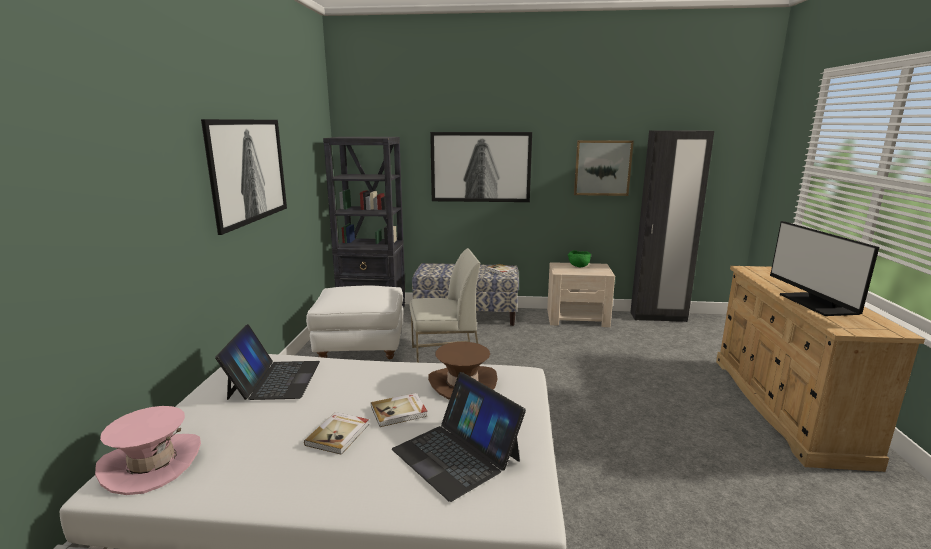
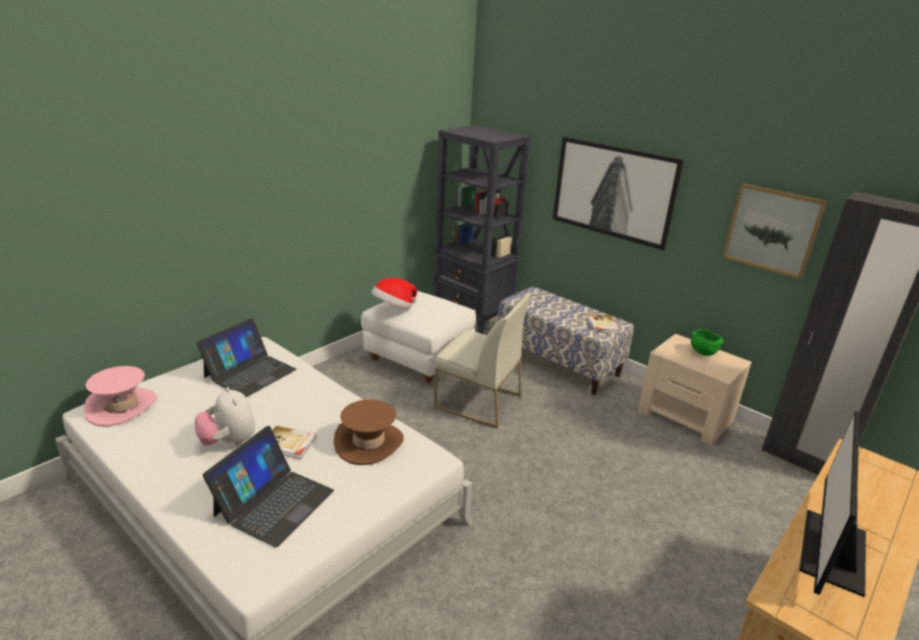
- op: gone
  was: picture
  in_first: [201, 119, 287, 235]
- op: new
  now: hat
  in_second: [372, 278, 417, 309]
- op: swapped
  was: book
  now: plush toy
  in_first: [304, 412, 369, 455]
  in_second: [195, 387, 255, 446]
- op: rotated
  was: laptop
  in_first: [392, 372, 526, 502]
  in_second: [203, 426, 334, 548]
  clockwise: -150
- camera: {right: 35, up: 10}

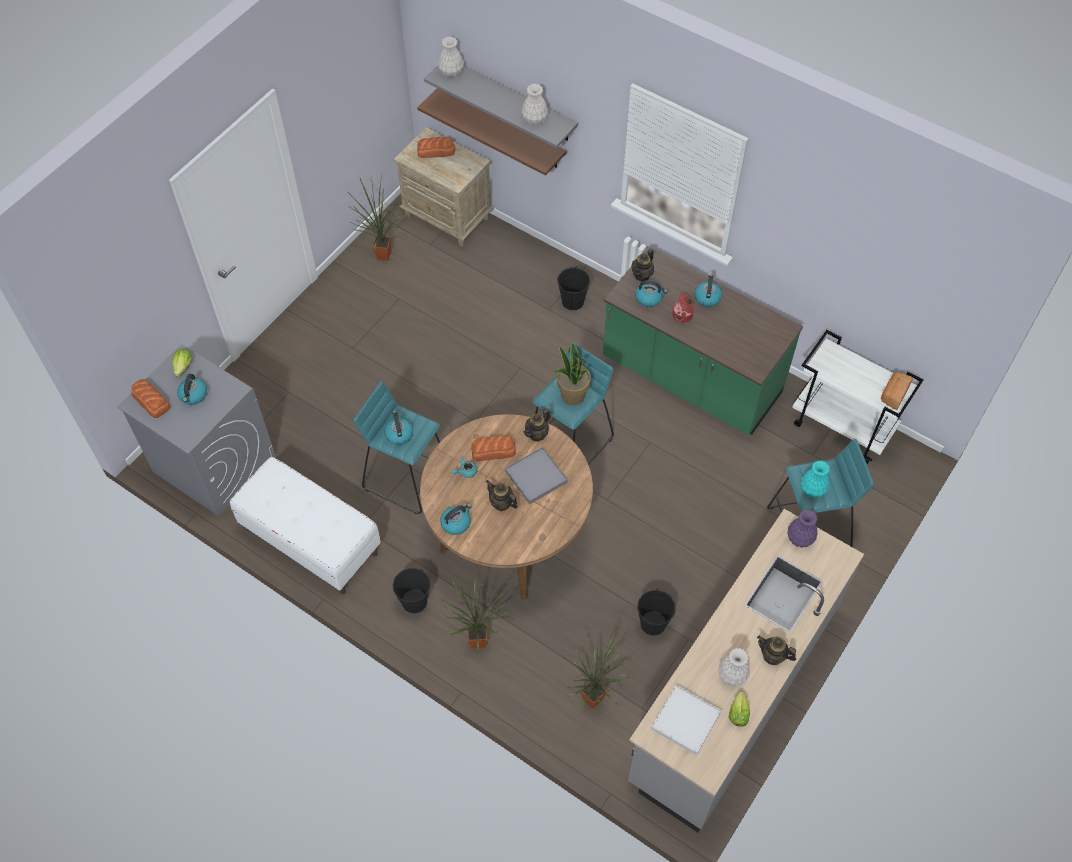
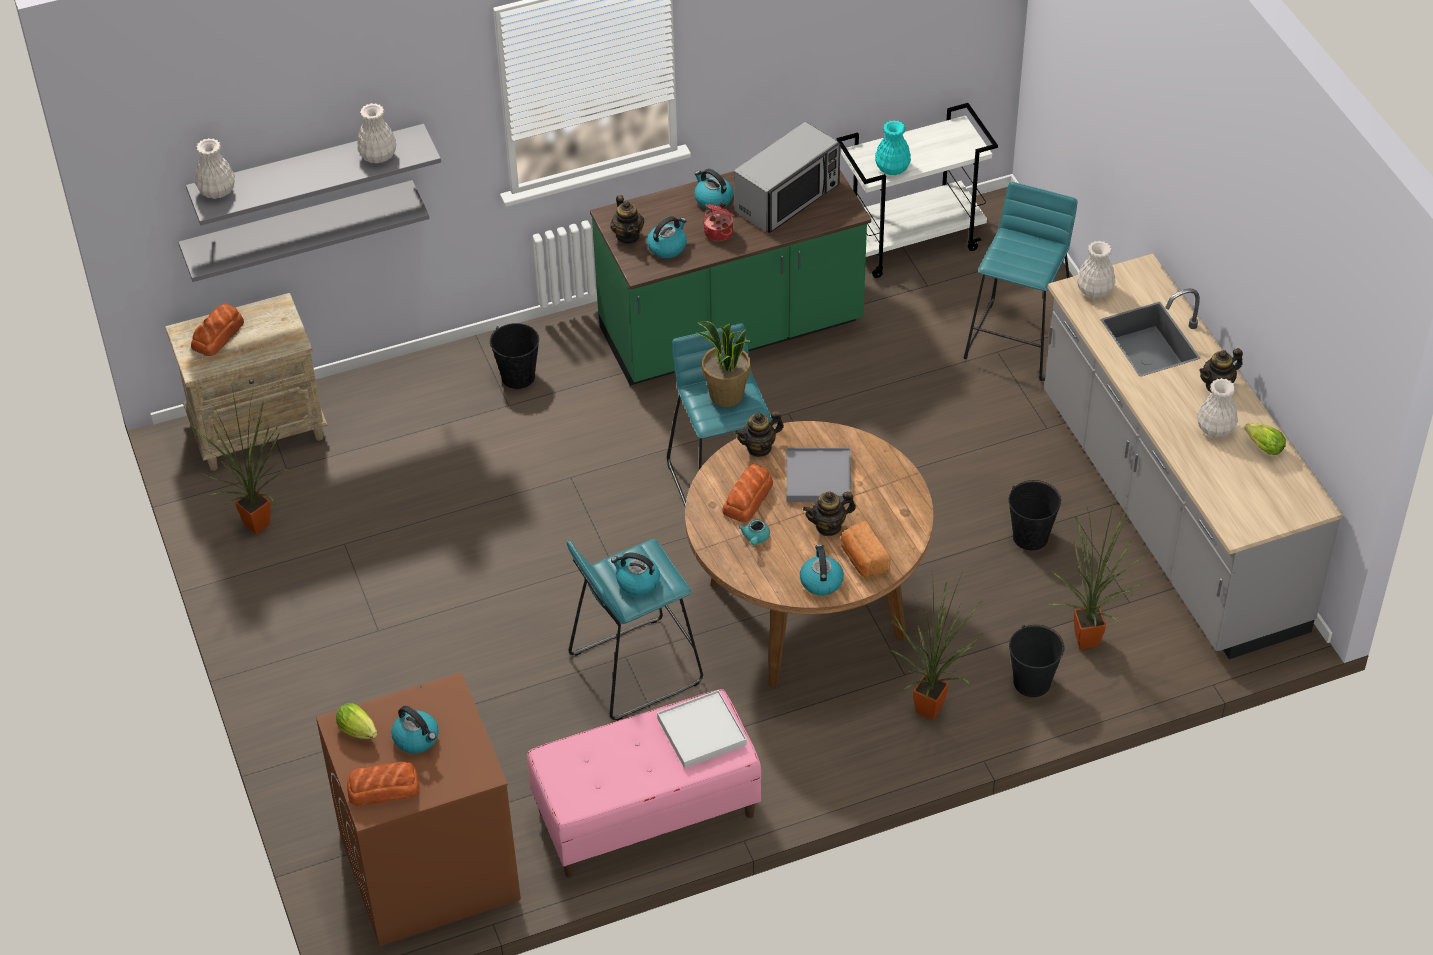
- op: new
  now: microwave
  in_second: [734, 122, 840, 233]
- op: shifted
  was: black bucket
  in_first: [393, 568, 431, 613]
  in_second: [1009, 625, 1065, 697]
- op: shifted
  was: white tray
  in_first: [651, 685, 721, 756]
  in_second: [657, 690, 747, 769]
- op: shifted
  was: turquoise vase
  in_first: [801, 460, 830, 498]
  in_second: [875, 120, 911, 175]
- op: shifted
  was: bread
  in_first: [881, 372, 913, 410]
  in_second: [841, 521, 890, 578]
- op: repainted
  was: grey washing machine
  now: brown washing machine
  in_first: [117, 344, 275, 516]
  in_second: [316, 672, 521, 947]
- op: repainted
  was: white bench
  now: pink bench
  in_first: [230, 457, 381, 594]
  in_second: [527, 689, 761, 878]
- op: repainted
  was: brown shelf
  now: grey shelf
  in_first: [417, 88, 567, 176]
  in_second: [178, 180, 429, 282]
- op: repainted
  was: purple vase
  now: white vase
  in_first: [787, 510, 818, 548]
  in_second: [1077, 241, 1116, 298]
- op: rotated
  was: teapot
  in_first: [524, 409, 551, 442]
  in_second: [735, 411, 784, 457]
  clockwise: 75
- camera: {right: -55, up: -10}

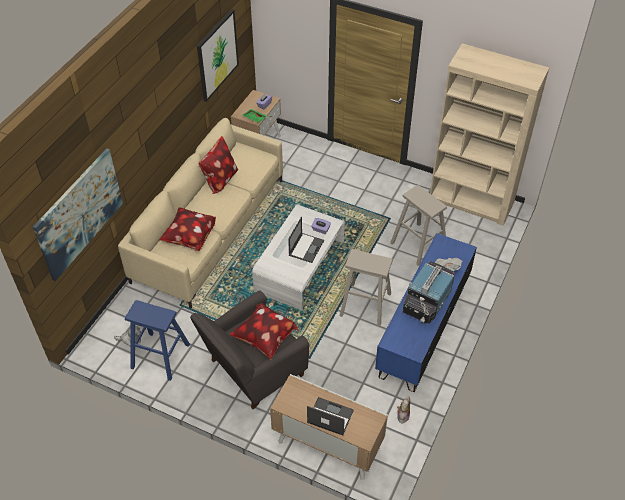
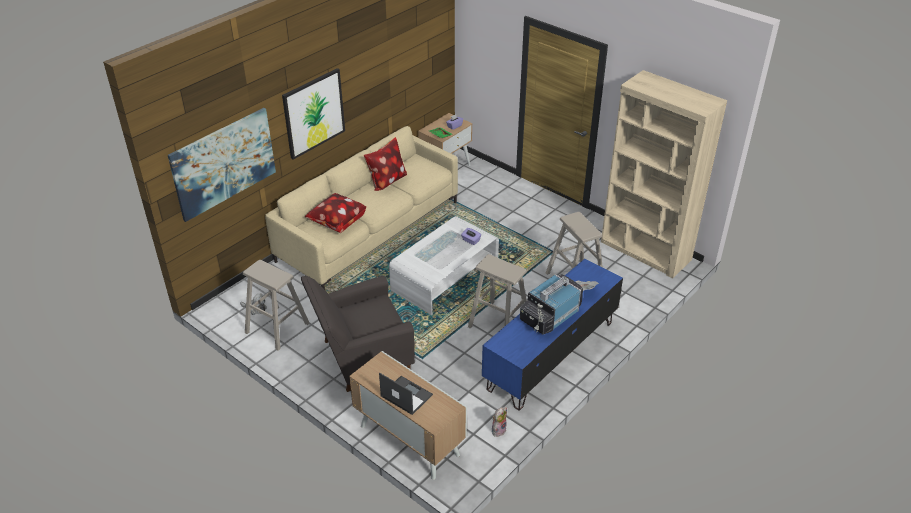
- op: gone
  was: pillow
  in_first: [230, 303, 298, 359]
- op: gone
  was: laptop
  in_first: [288, 217, 324, 263]
- op: shifted
  was: picture
  in_first: [197, 9, 239, 102]
  in_second: [282, 68, 345, 160]
- op: repainted
  was: blue stool
  now: beige stool
  in_first: [125, 300, 190, 381]
  in_second: [243, 260, 310, 351]
- camera: {right: 15, up: -10}

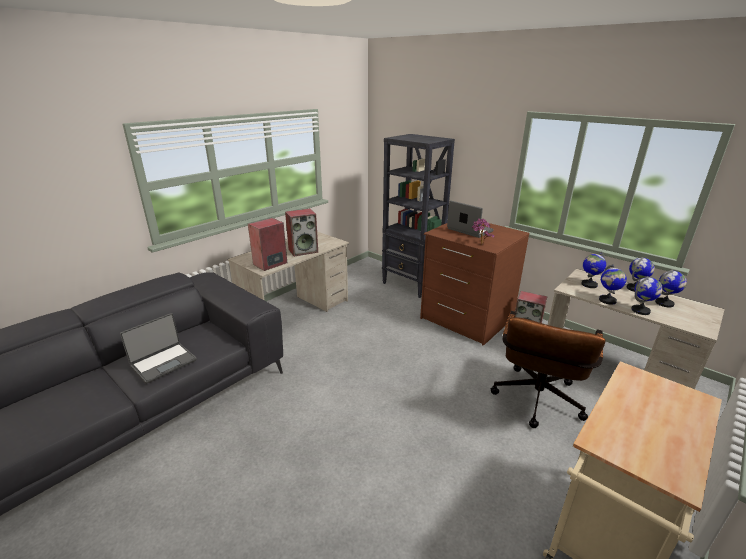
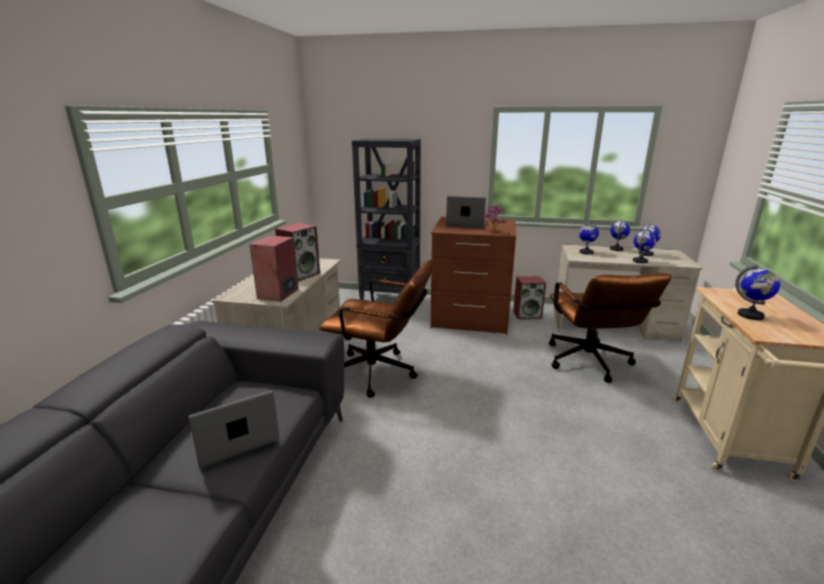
- op: new
  now: brown office chair
  in_second: [319, 260, 433, 398]
- op: shifted
  was: globe
  in_first: [599, 264, 627, 305]
  in_second: [735, 264, 780, 320]
- op: rotated
  was: laptop
  in_first: [120, 313, 197, 384]
  in_second: [188, 390, 279, 468]
  clockwise: -135
- camera: {right: -30, up: -5}

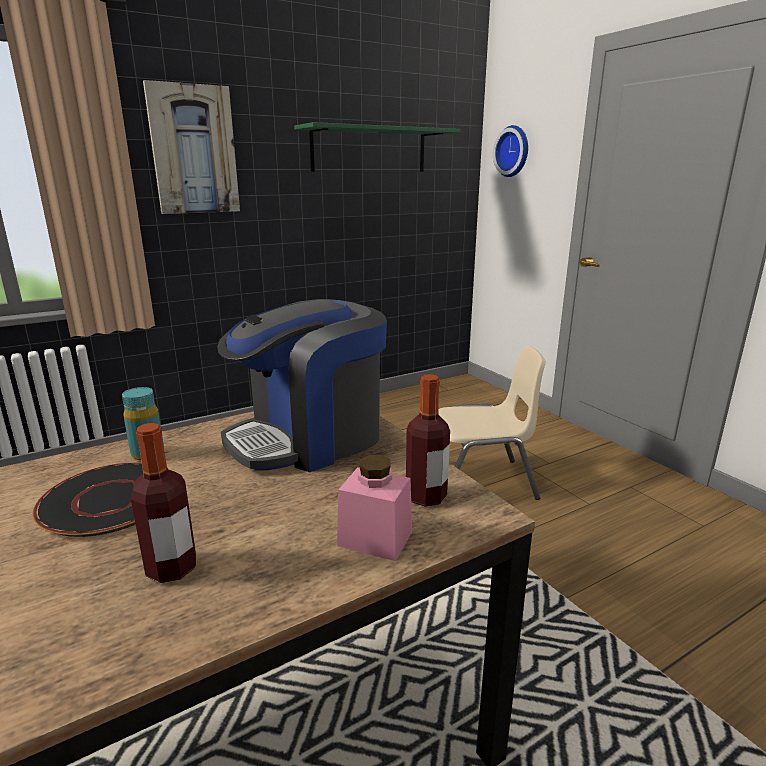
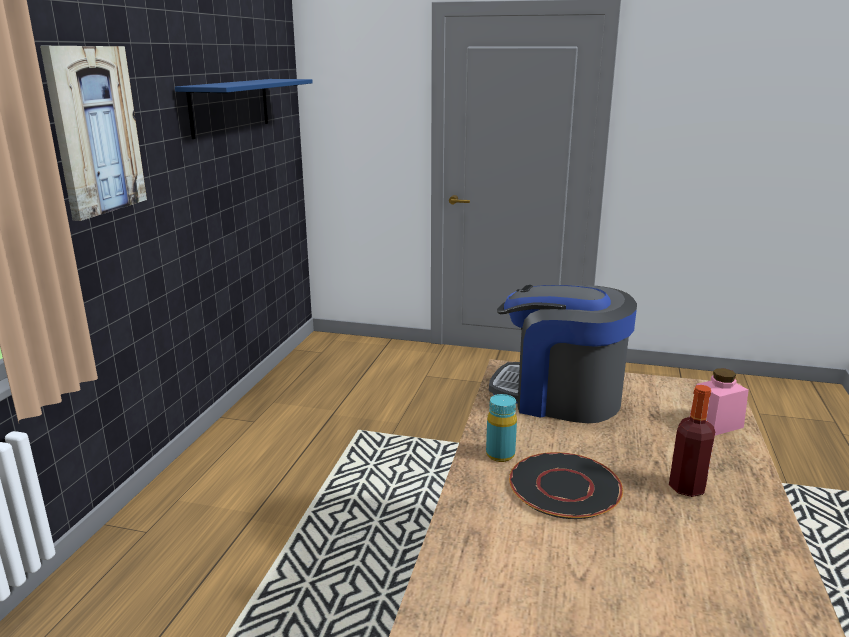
- op: gone
  was: bottle
  in_first: [406, 374, 450, 507]
- op: gone
  was: beige chair
  in_first: [438, 346, 546, 500]
- op: gone
  was: wall clock
  in_first: [493, 125, 528, 177]
- op: repainted
  was: green shelf
  now: blue shelf
  in_first: [294, 122, 461, 172]
  in_second: [175, 79, 313, 139]
- op: rotated
  was: coffee machine
  in_first: [217, 299, 387, 472]
  in_second: [489, 285, 637, 423]
  clockwise: 105
- camera: {right: -45, up: 0}

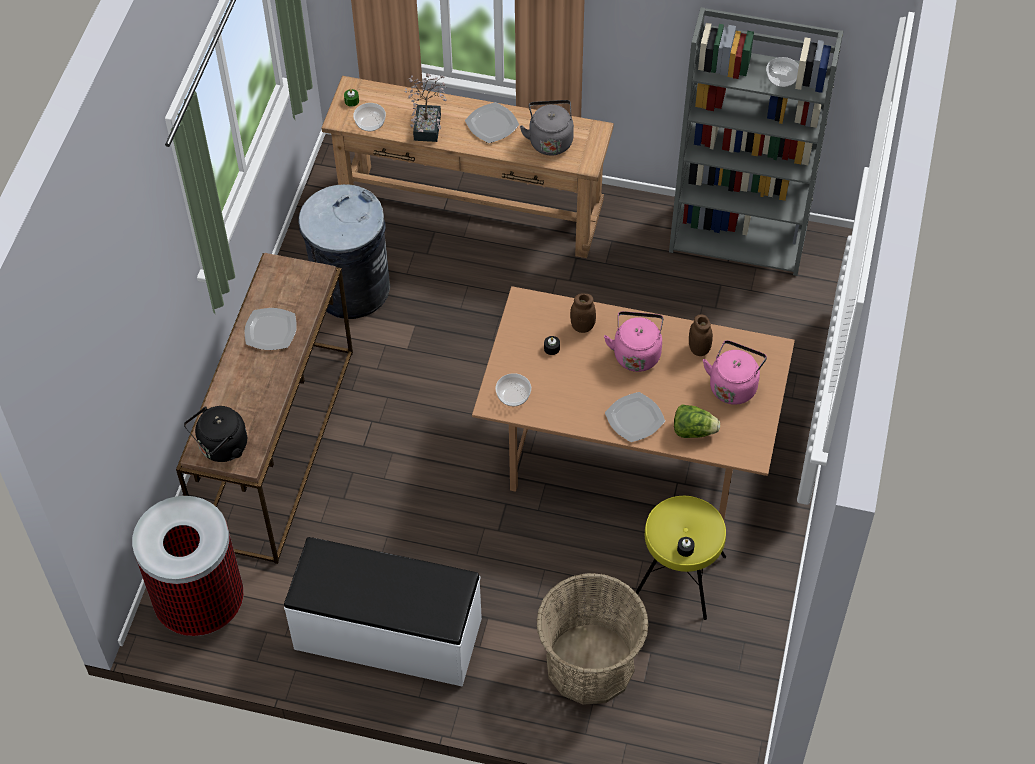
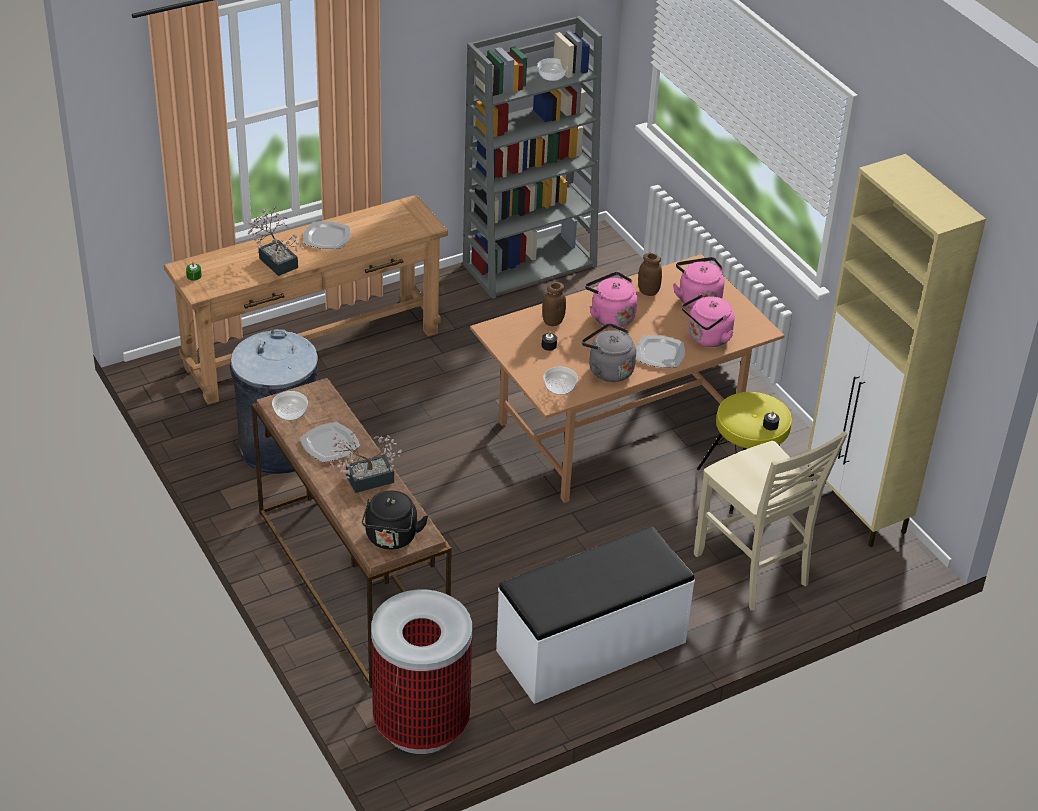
- op: new
  now: potted plant
  in_second: [330, 432, 402, 493]
- op: new
  now: beige cabinet
  in_second: [808, 154, 986, 547]
- op: shifted
  was: bowl
  in_first: [353, 103, 386, 131]
  in_second: [272, 391, 308, 421]
- op: shifted
  was: grey kettle
  in_first: [520, 100, 574, 155]
  in_second: [582, 323, 636, 382]
- op: swapped
  was: basket
  now: beige chair
  in_first: [536, 573, 649, 705]
  in_second: [694, 431, 848, 611]
- op: swapped
  was: lettuce
  now: pink kettle
  in_first: [674, 404, 720, 438]
  in_second: [682, 294, 735, 347]
- camera: {right: -45, up: -15}

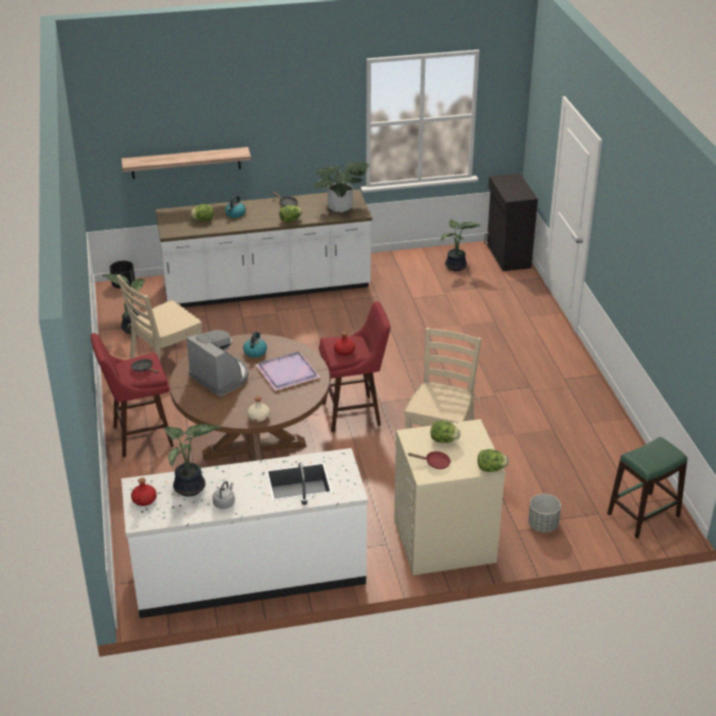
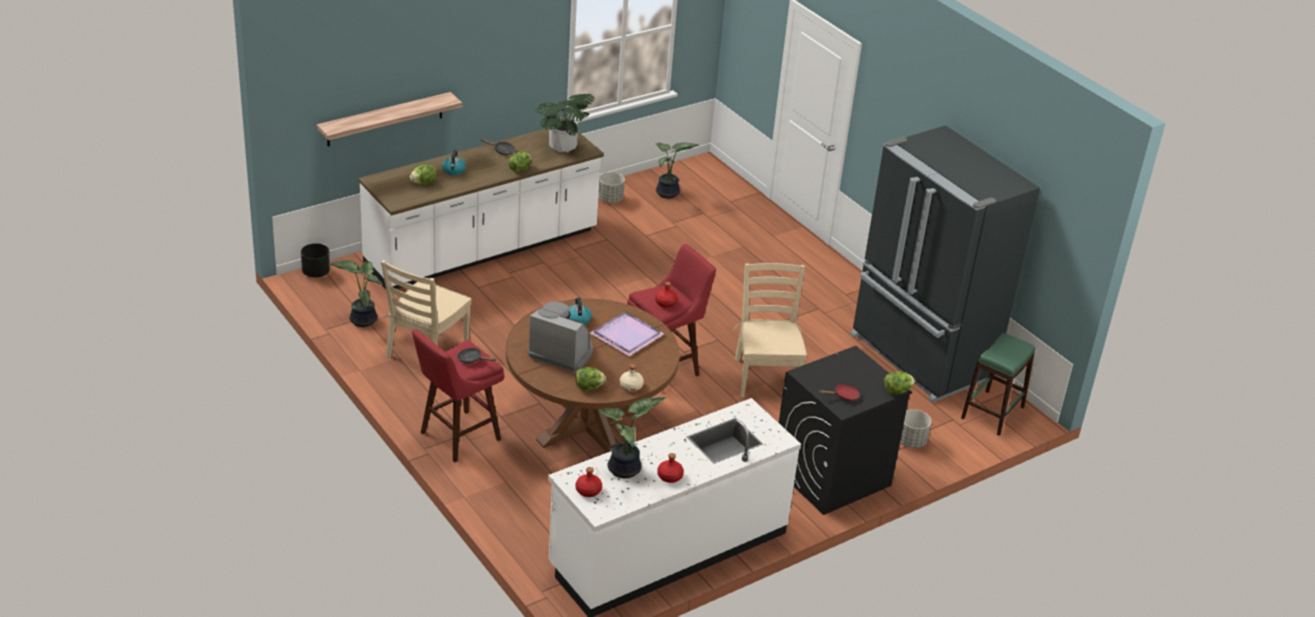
- op: gone
  was: black cabinet
  in_first: [484, 173, 538, 271]
- op: new
  now: grey planter
  in_second: [598, 172, 625, 203]
- op: new
  now: black fridge
  in_second: [851, 125, 1040, 403]
- op: shifted
  was: lettuce
  in_first: [431, 421, 461, 443]
  in_second: [575, 367, 606, 390]
- op: swapped
  was: grey kettle
  now: red bottle
  in_first: [213, 481, 235, 509]
  in_second: [657, 453, 684, 483]
- op: repainted
  was: beige washing machine
  now: black washing machine
  in_first: [394, 419, 506, 575]
  in_second: [779, 346, 912, 515]
- camera: {right: -25, up: 0}

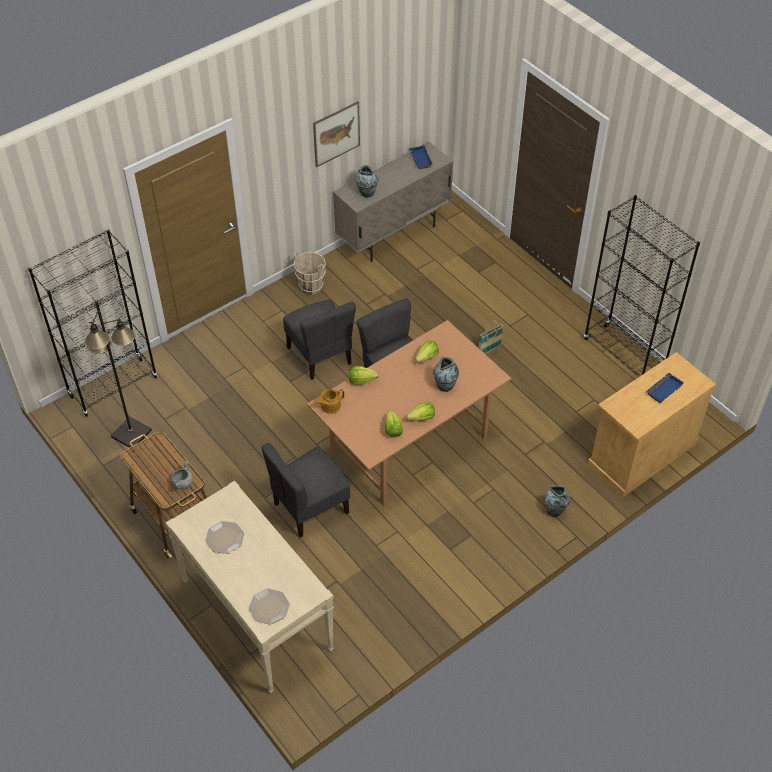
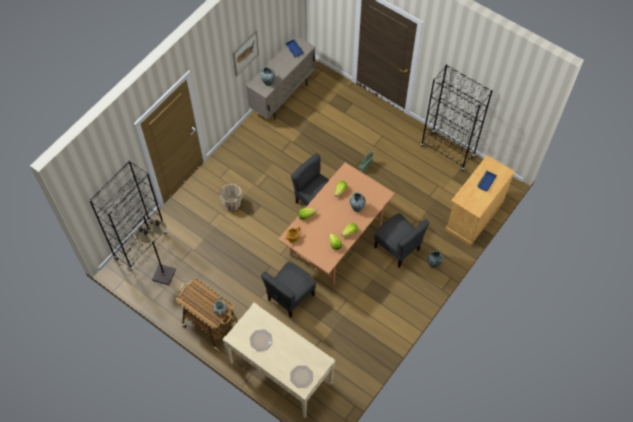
- op: shifted
  was: grey chair
  in_first: [283, 300, 356, 380]
  in_second: [374, 213, 429, 268]
- op: shifted
  was: beige bucket
  in_first: [294, 251, 326, 295]
  in_second: [219, 184, 242, 211]
- camera: {right: -15, up: 10}

